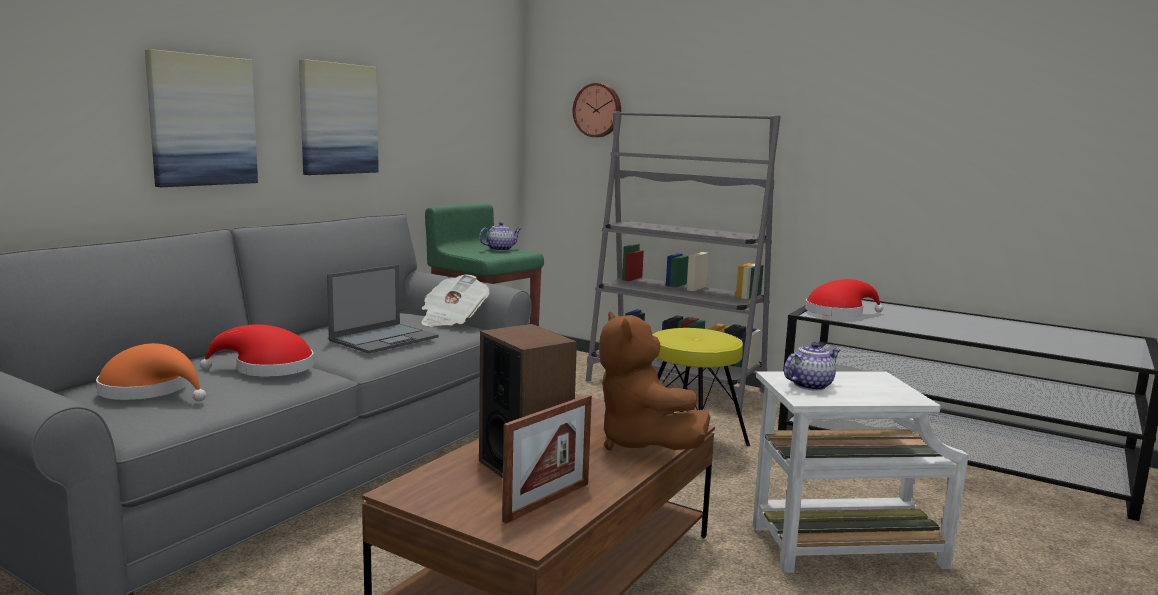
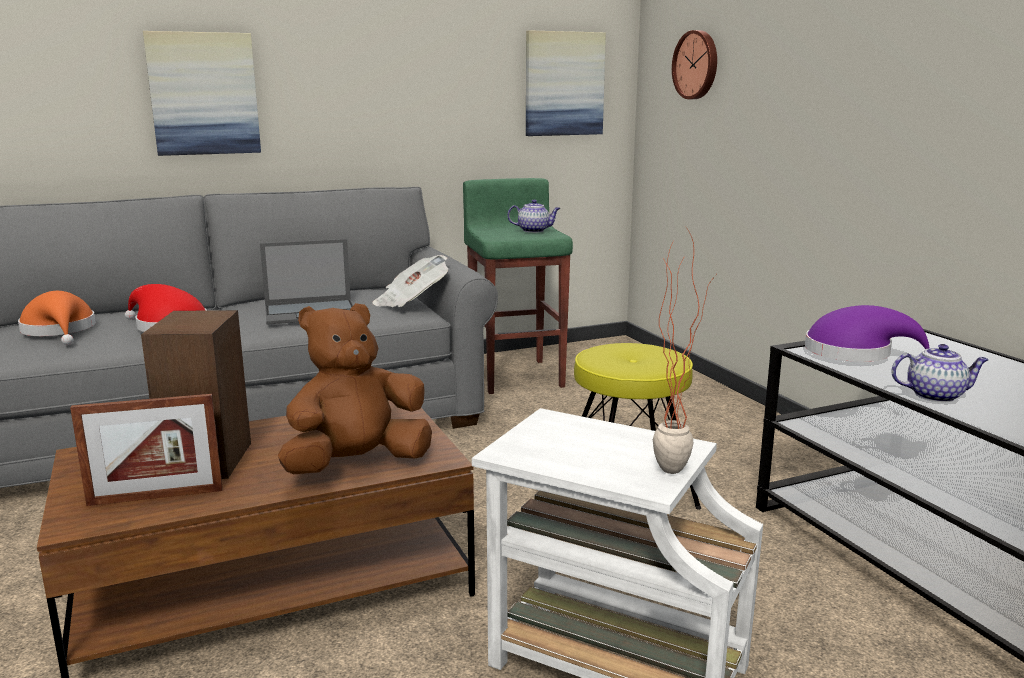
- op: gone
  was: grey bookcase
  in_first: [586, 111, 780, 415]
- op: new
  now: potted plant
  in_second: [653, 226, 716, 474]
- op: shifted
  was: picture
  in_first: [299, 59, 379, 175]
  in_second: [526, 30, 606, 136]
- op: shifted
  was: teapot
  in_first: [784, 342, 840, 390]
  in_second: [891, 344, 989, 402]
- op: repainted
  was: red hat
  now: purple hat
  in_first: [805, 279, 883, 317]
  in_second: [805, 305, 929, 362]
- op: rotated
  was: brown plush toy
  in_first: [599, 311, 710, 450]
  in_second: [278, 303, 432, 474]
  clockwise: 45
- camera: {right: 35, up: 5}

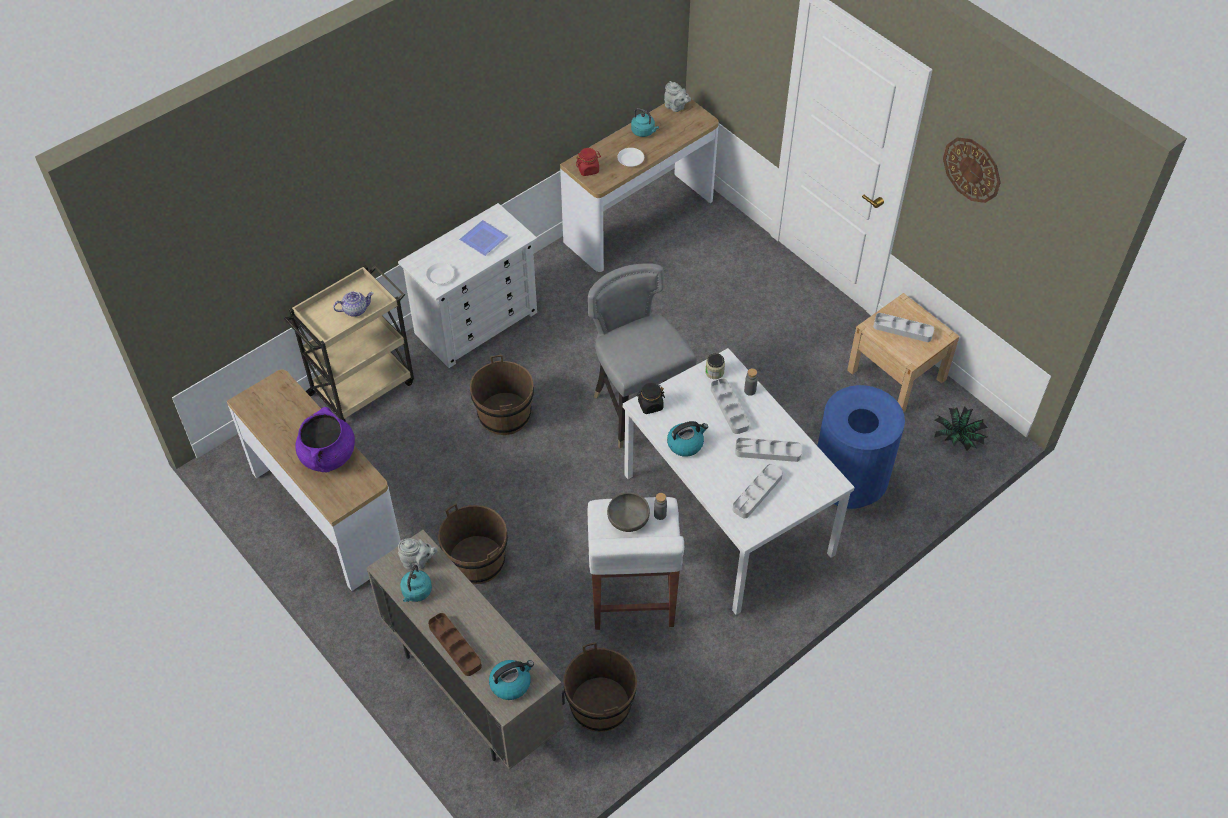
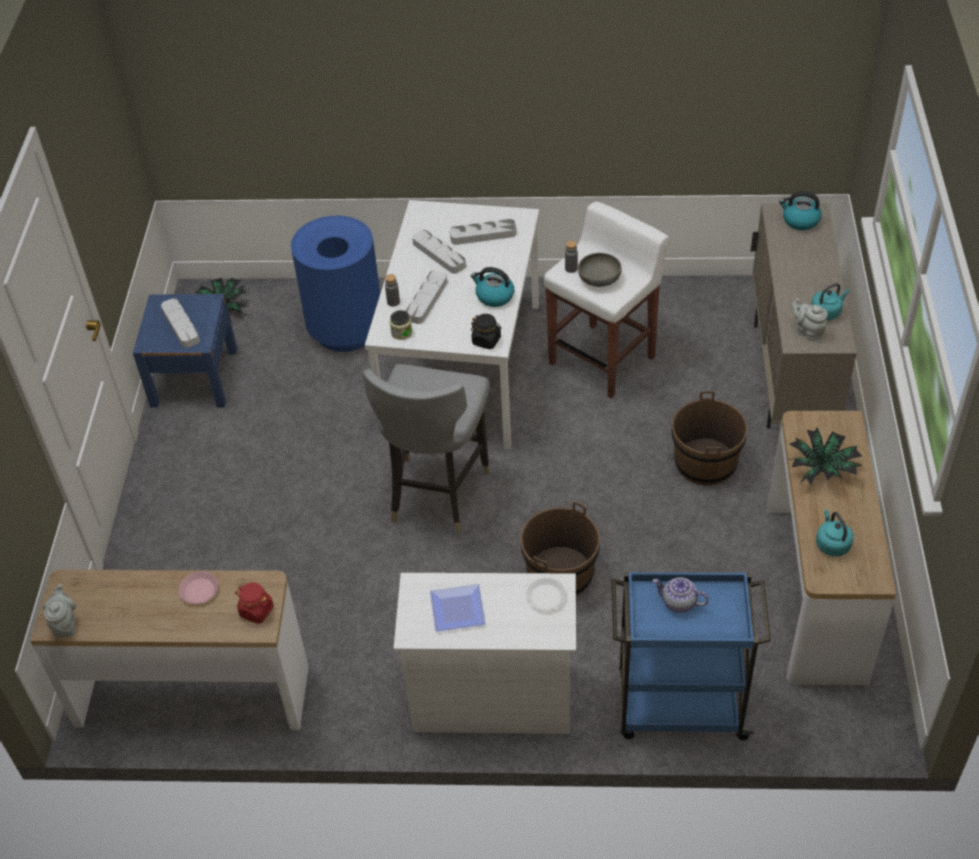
- op: gone
  was: brown tray
  in_first: [428, 613, 482, 676]
- op: gone
  was: brown bucket
  in_first: [564, 642, 637, 732]
- op: gone
  was: wall clock
  in_first: [943, 138, 1001, 203]
- op: shifted
  was: turquoise kettle
  in_first: [631, 108, 659, 137]
  in_second: [816, 509, 853, 557]
- op: swapped
  was: purple cooking pot
  now: potted plant
  in_first: [295, 407, 355, 472]
  in_second: [788, 428, 862, 485]
- op: repainted
  was: beige cart
  now: blue cart
  in_first: [284, 265, 414, 422]
  in_second: [612, 571, 771, 740]
- op: repainted
  was: white plate
  now: pink plate
  in_first: [617, 148, 644, 167]
  in_second: [179, 572, 219, 604]
- op: repainted
  was: beige nightstand
  now: blue nightstand
  in_first: [847, 293, 960, 413]
  in_second: [133, 294, 237, 408]
- camera: {right: -135, up: -5}

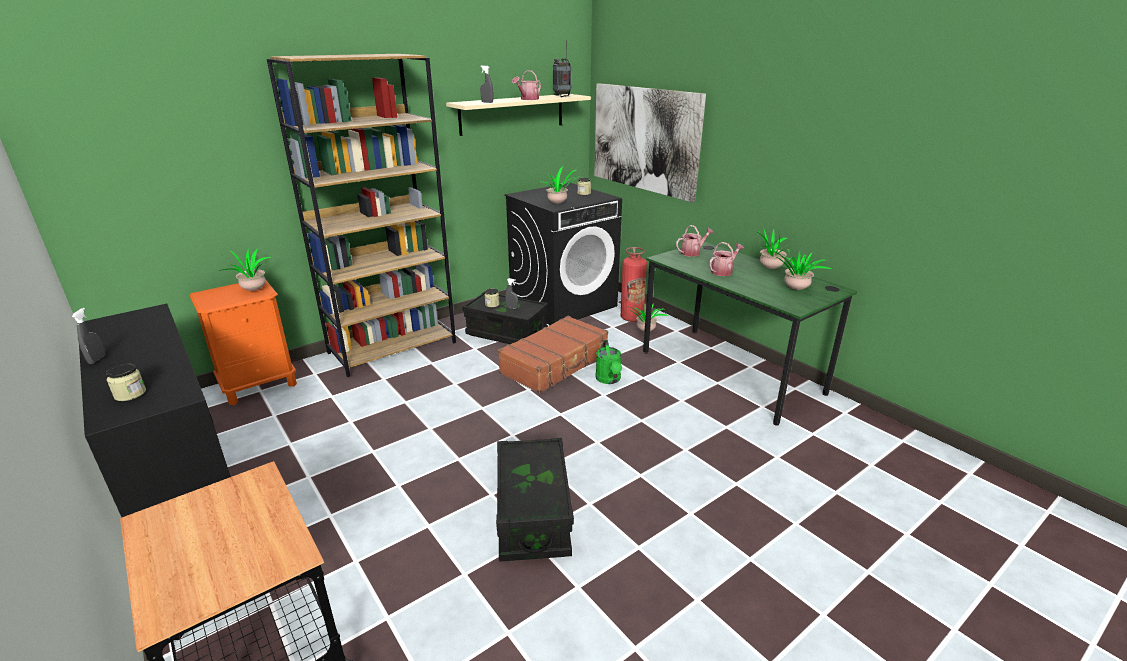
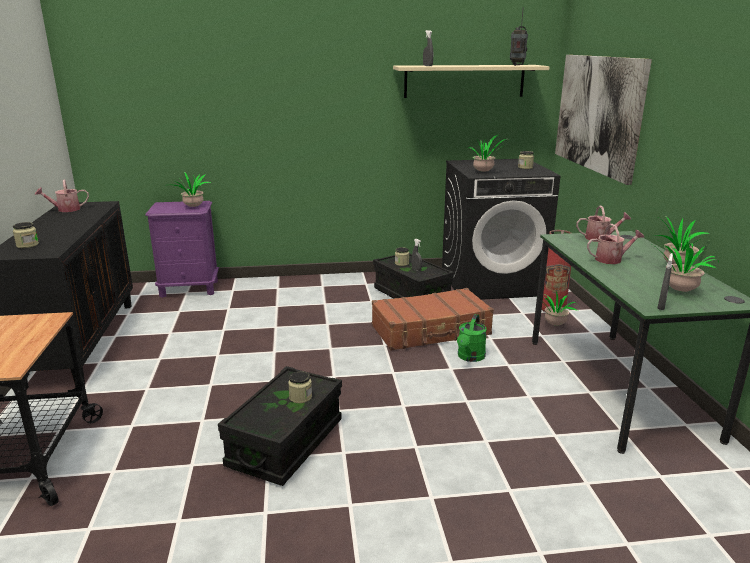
- op: gone
  was: brown bookcase
  in_first: [267, 54, 456, 377]
- op: new
  now: jar
  in_second: [288, 371, 312, 403]
- op: shifted
  was: grey spray bottle
  in_first: [72, 308, 105, 364]
  in_second: [657, 253, 673, 310]
- op: shifted
  was: watering can
  in_first: [512, 70, 541, 100]
  in_second: [35, 179, 89, 212]
- op: repainted
  was: orange nightstand
  now: purple nightstand
  in_first: [189, 280, 297, 405]
  in_second: [145, 201, 219, 298]
- camera: {right: 30, up: -5}

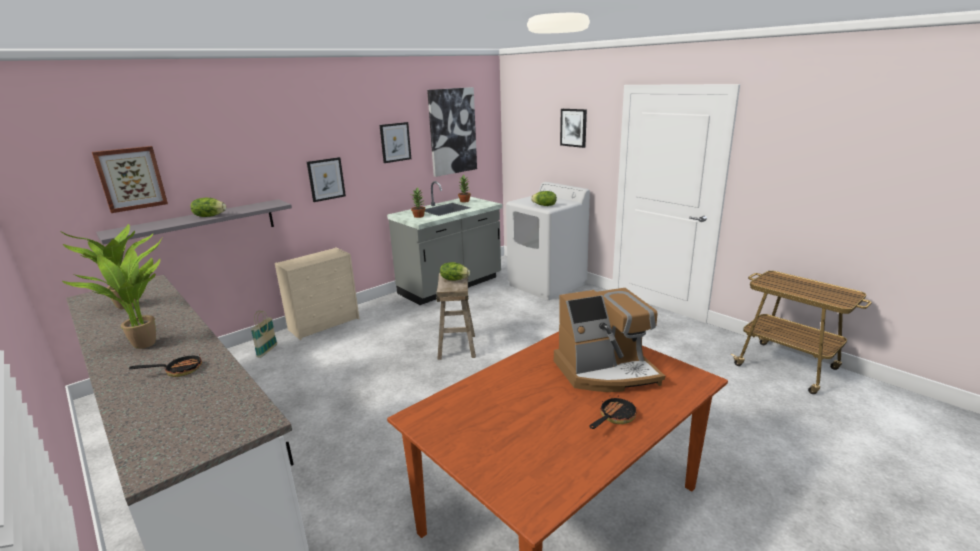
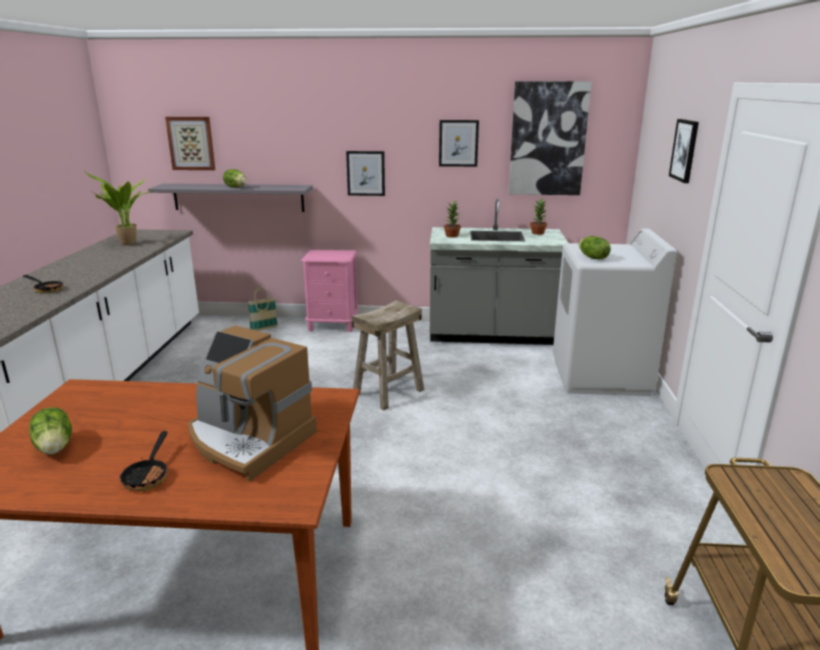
- op: gone
  was: potted plant
  in_first: [62, 238, 162, 349]
- op: shifted
  was: lettuce
  in_first: [440, 262, 470, 280]
  in_second: [29, 407, 72, 455]
- op: swapped
  was: beige dresser
  now: pink nightstand
  in_first: [275, 247, 360, 340]
  in_second: [301, 250, 359, 332]
- op: rotated
  was: frying pan
  in_first: [590, 391, 637, 429]
  in_second: [119, 431, 168, 491]
  clockwise: 90
- camera: {right: 45, up: 0}

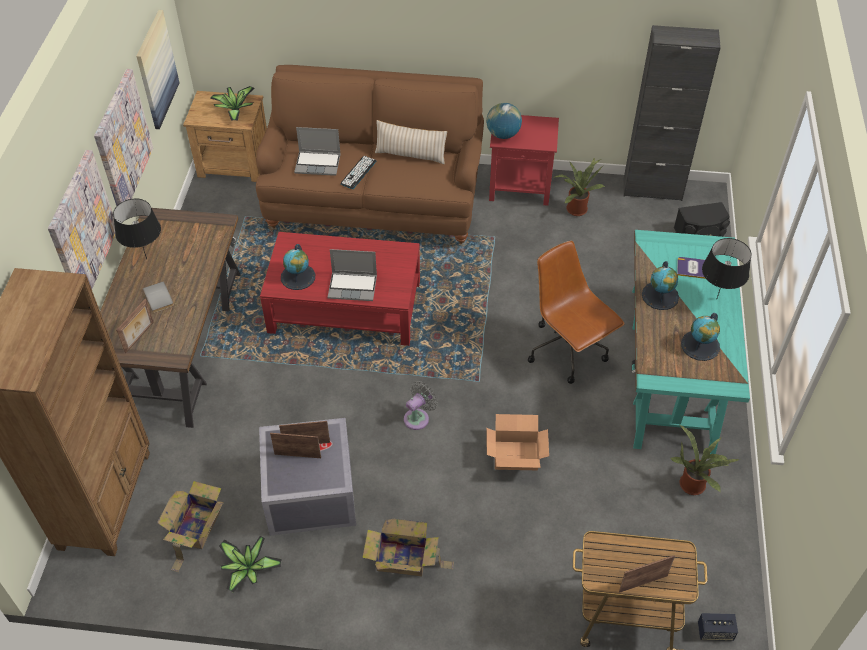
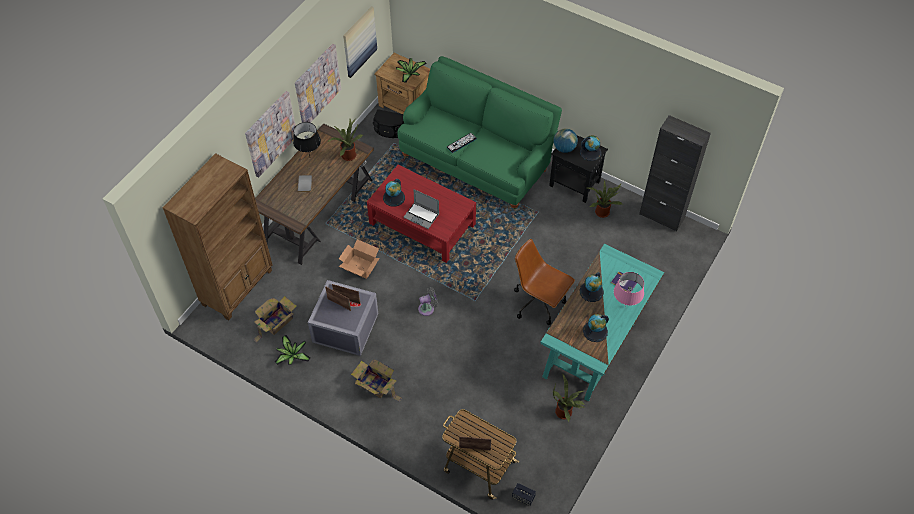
- op: gone
  was: picture frame
  in_first: [116, 299, 153, 354]
- op: gone
  was: laptop
  in_first: [294, 127, 341, 176]
- op: gone
  was: beige pillow
  in_first: [375, 120, 447, 164]
- op: new
  now: potted plant
  in_second: [328, 119, 363, 161]
- op: new
  now: globe
  in_second: [580, 135, 602, 161]
- op: shifted
  was: cardboard box
  in_first: [487, 414, 549, 470]
  in_second: [339, 239, 380, 279]
- op: shifted
  was: black speaker
  in_first: [674, 202, 730, 237]
  in_second: [373, 109, 404, 138]
- op: repainted
  was: brown sofa
  now: green sofa
  in_first: [256, 65, 484, 244]
  in_second: [397, 56, 562, 209]
- op: repainted
  was: red side table
  now: black side table
  in_first: [489, 115, 559, 206]
  in_second: [549, 135, 608, 203]
- op: repainted
  was: black table lamp
  now: pink table lamp
  in_first: [702, 238, 752, 298]
  in_second: [614, 272, 644, 307]
- op: rotated
  was: brown office chair
  in_first: [528, 241, 625, 384]
  in_second: [514, 239, 575, 325]
  clockwise: -45
- camera: {right: 25, up: 5}

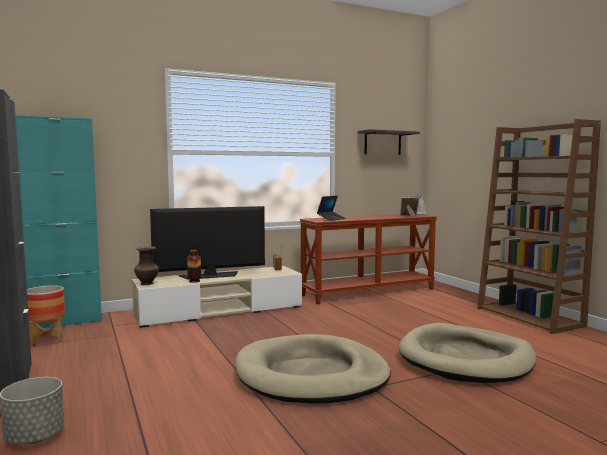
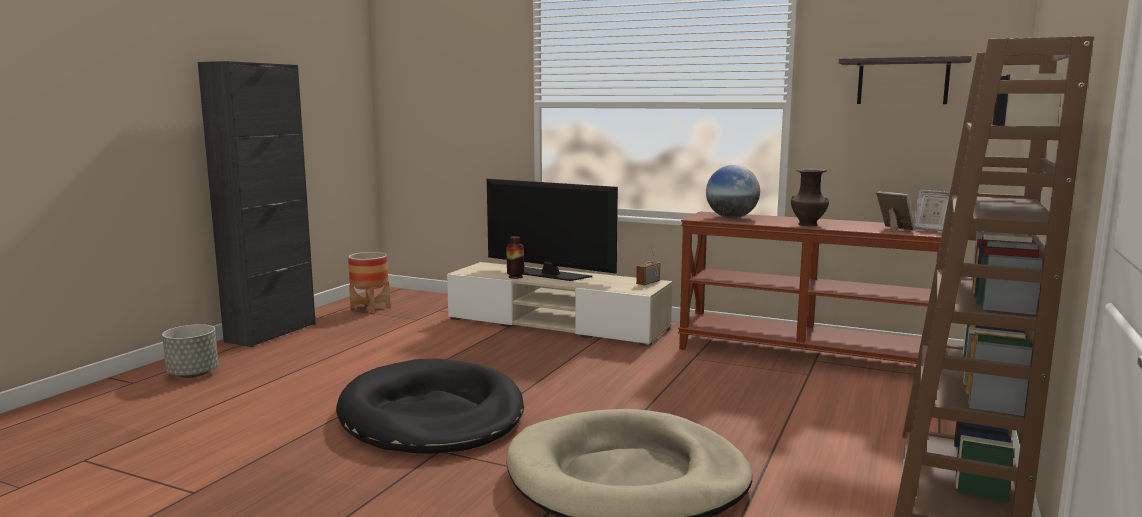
- op: gone
  was: turquoise cabinet
  in_first: [15, 115, 102, 331]
- op: shifted
  was: brown vase
  in_first: [134, 246, 159, 285]
  in_second: [791, 168, 829, 226]
- op: swapped
  was: laptop
  now: globe
  in_first: [317, 196, 346, 221]
  in_second: [706, 165, 760, 218]
- op: repainted
  was: beige dog bed
  now: black dog bed
  in_first: [235, 334, 391, 404]
  in_second: [336, 358, 524, 454]
- camera: {right: 50, up: 5}

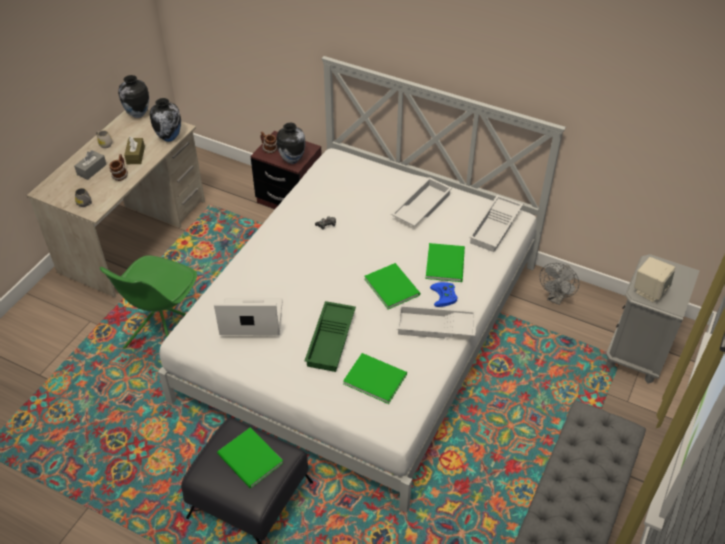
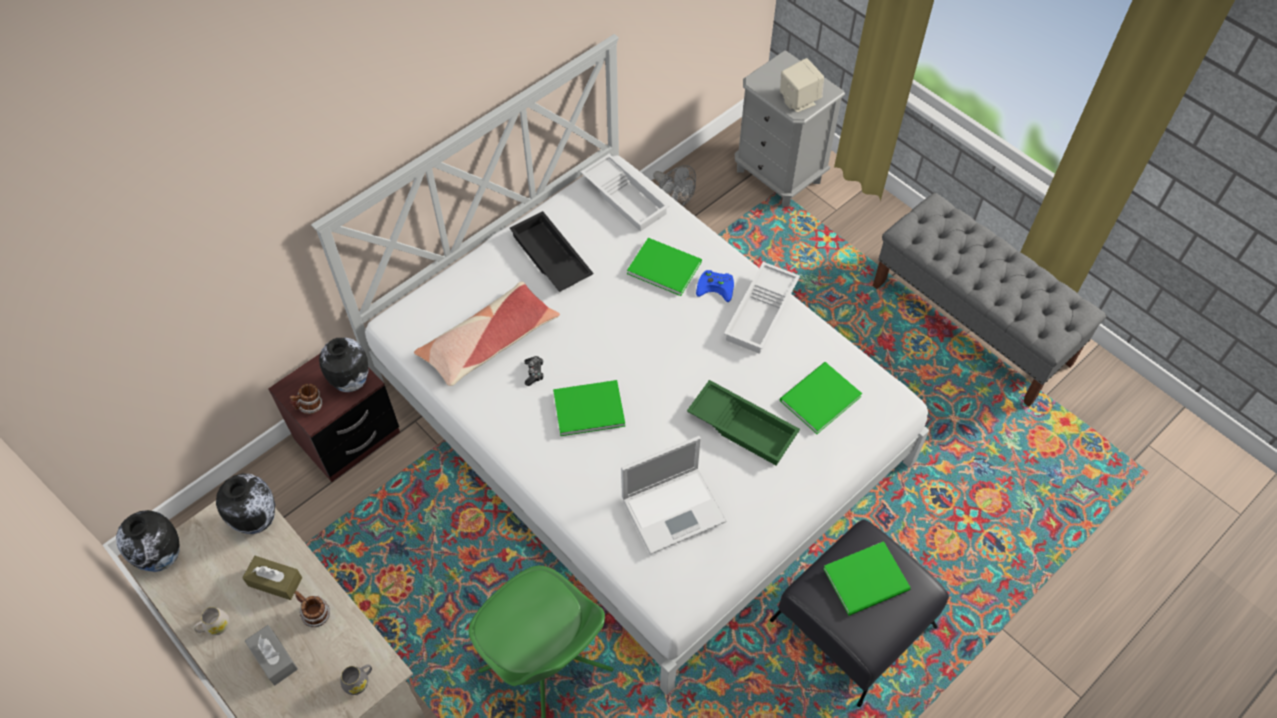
- op: new
  now: pillow
  in_second: [414, 281, 560, 386]
- op: shifted
  was: green book
  in_first: [365, 263, 420, 309]
  in_second: [553, 380, 625, 436]
- op: repainted
  was: white tray
  now: black tray
  in_first: [391, 177, 452, 226]
  in_second: [510, 211, 594, 292]
- op: rotated
  was: laptop
  in_first: [214, 298, 283, 335]
  in_second: [621, 436, 727, 555]
  clockwise: -135
- camera: {right: -70, up: 10}

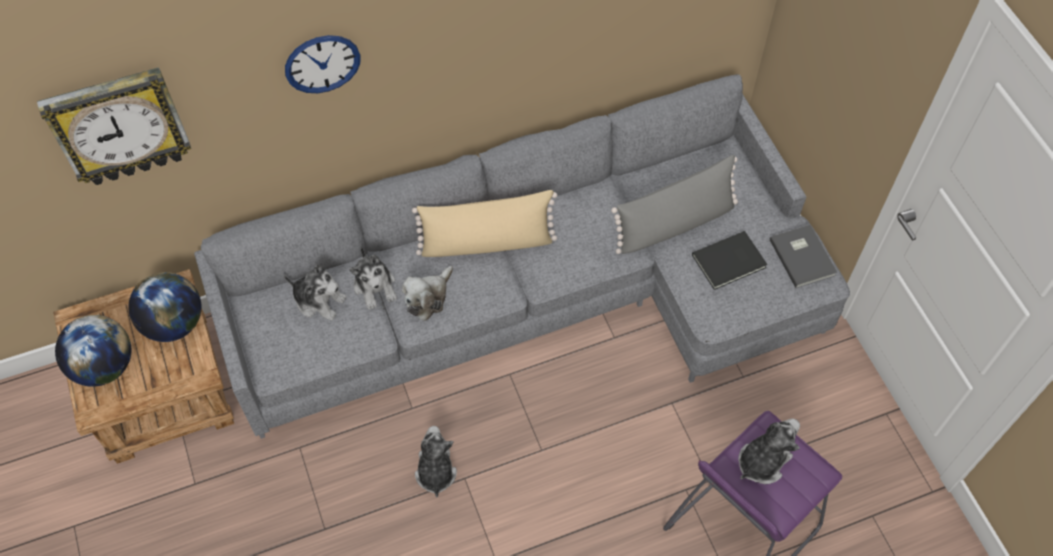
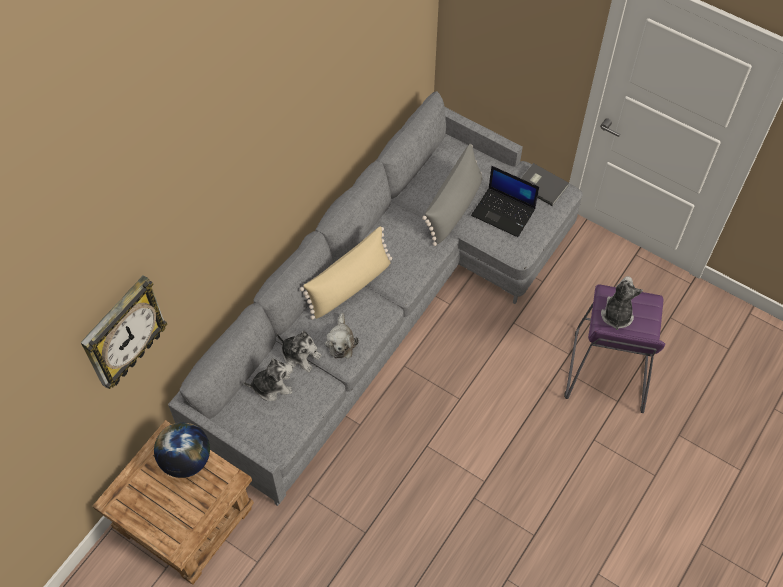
- op: gone
  was: globe
  in_first: [55, 315, 131, 387]
- op: gone
  was: wall clock
  in_first: [285, 35, 361, 93]
- op: gone
  was: plush toy
  in_first: [415, 426, 457, 497]
- op: swapped
  was: black book
  now: laptop
  in_first: [692, 231, 768, 290]
  in_second: [471, 166, 539, 237]
- camera: {right: -35, up: 0}

